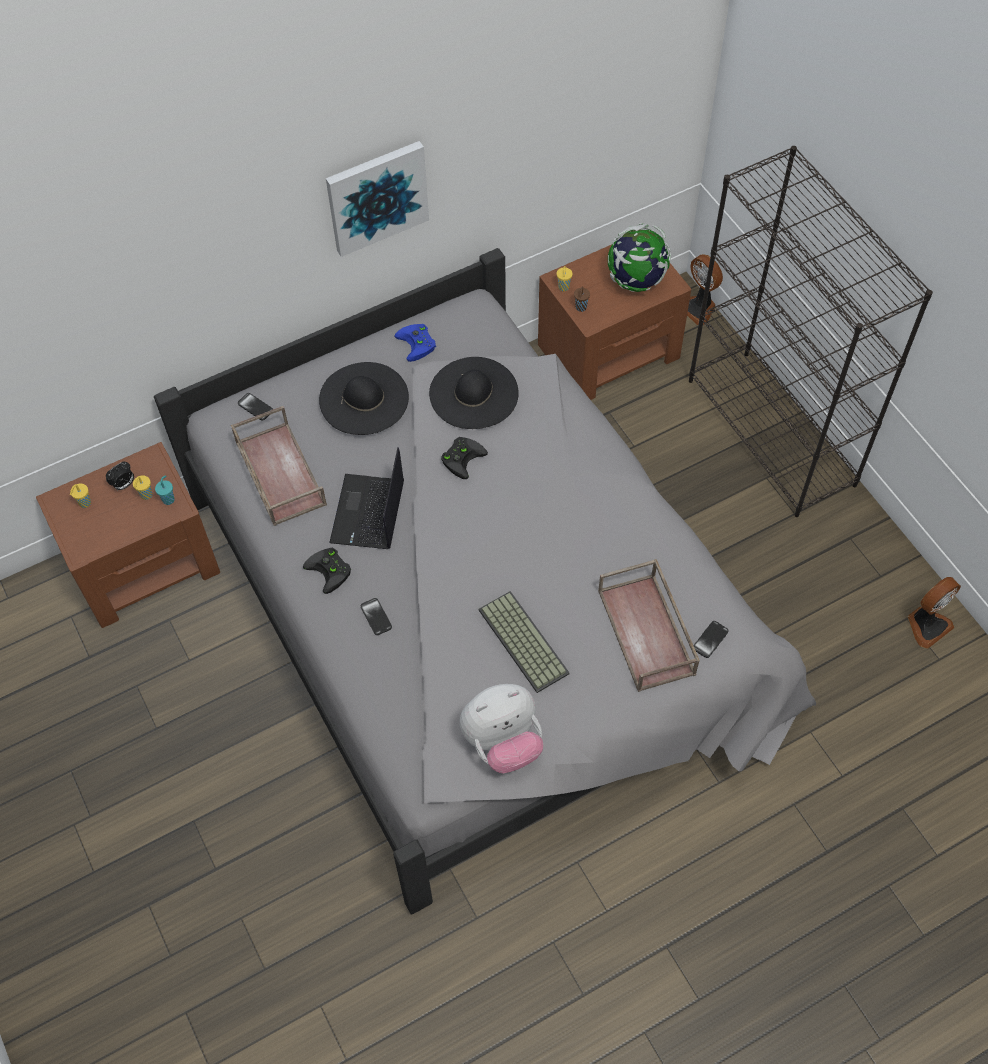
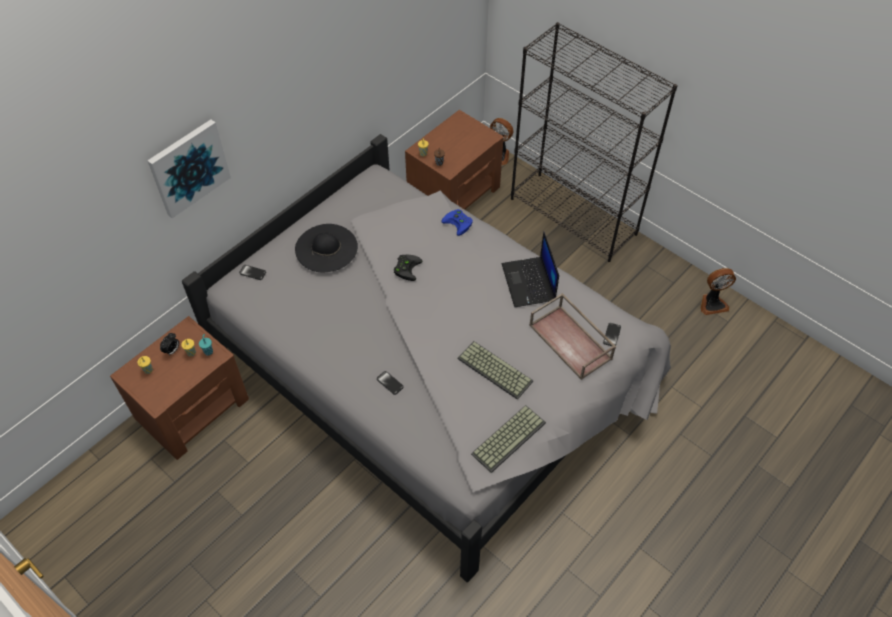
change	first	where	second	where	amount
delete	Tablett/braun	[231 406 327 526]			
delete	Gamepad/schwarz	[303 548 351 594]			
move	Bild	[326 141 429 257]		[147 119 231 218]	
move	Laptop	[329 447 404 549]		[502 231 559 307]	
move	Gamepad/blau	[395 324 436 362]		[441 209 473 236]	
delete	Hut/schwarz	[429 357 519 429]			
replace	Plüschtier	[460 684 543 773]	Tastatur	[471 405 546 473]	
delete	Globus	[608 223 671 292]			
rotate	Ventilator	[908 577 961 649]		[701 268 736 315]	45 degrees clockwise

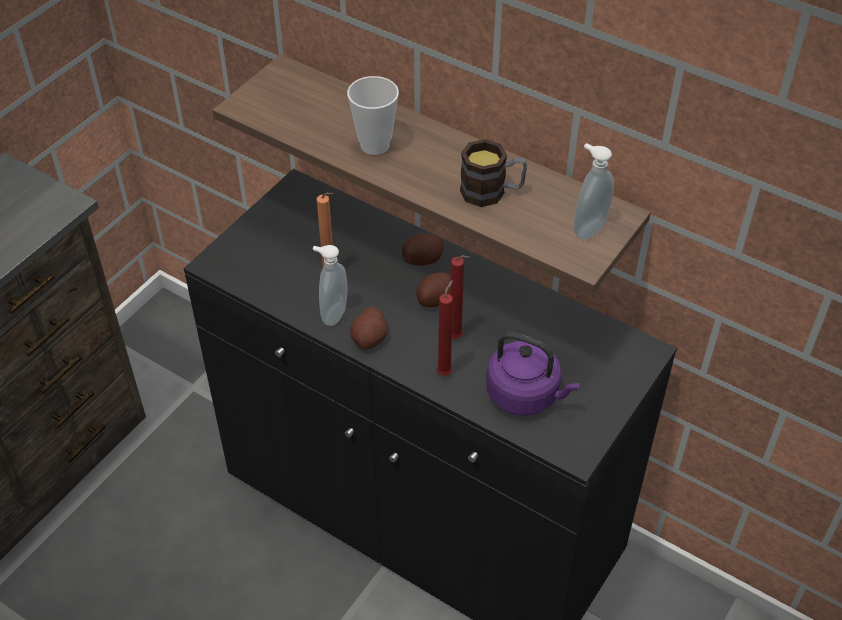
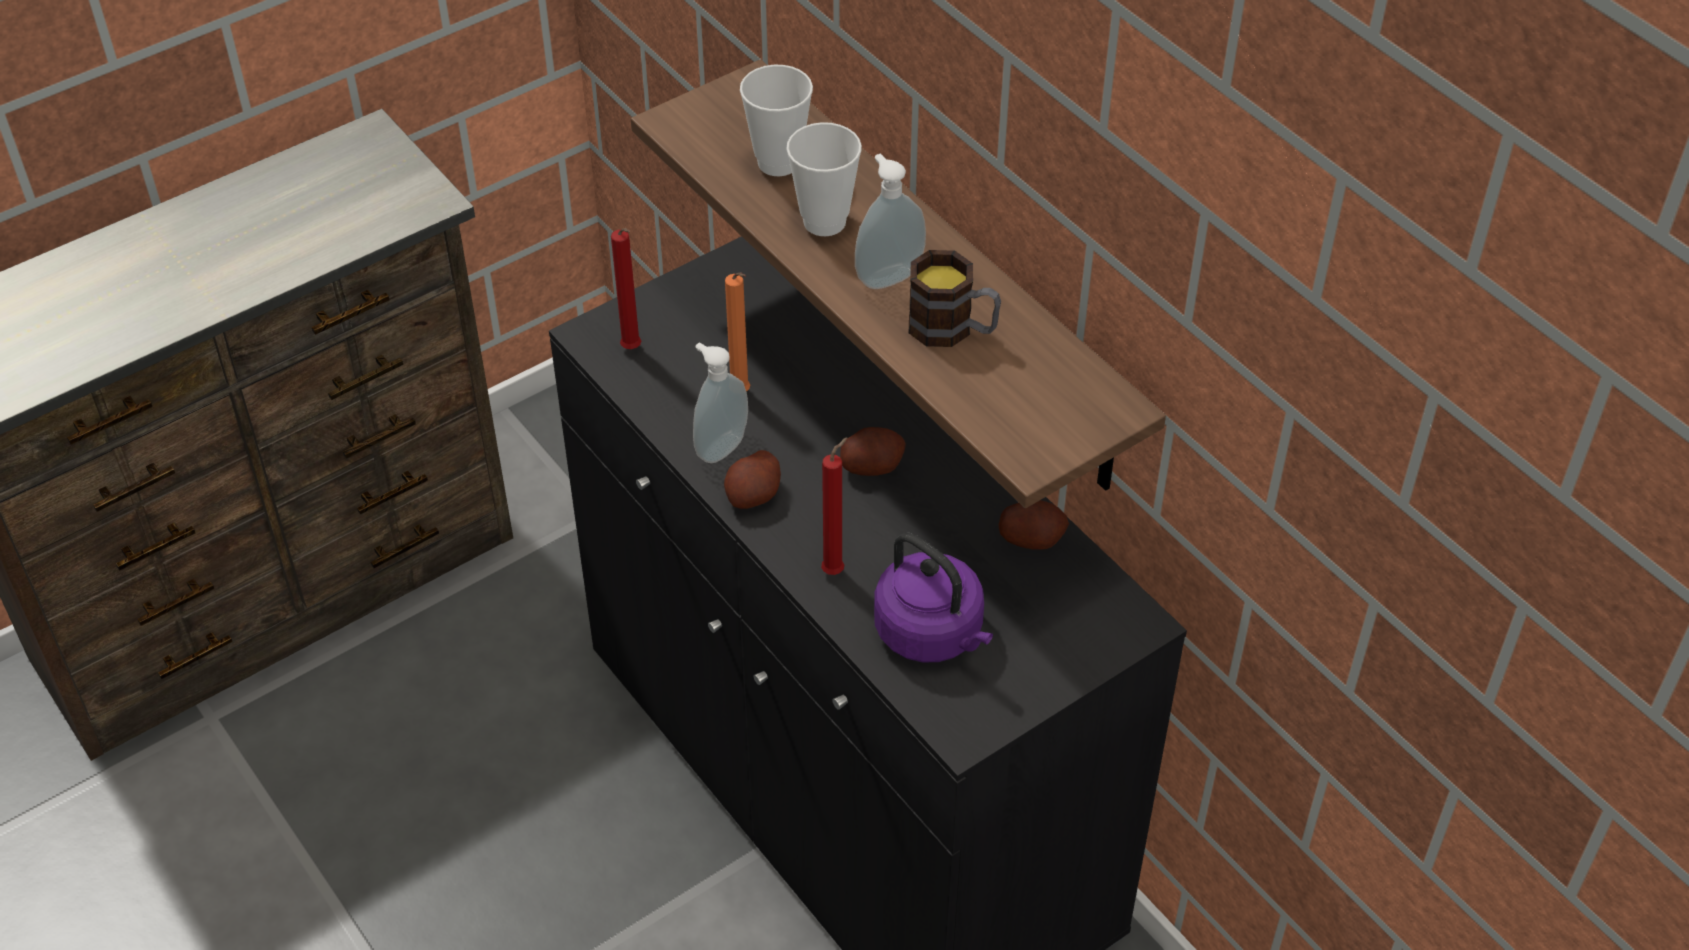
change	first	where	second	where	amount
move	Kartoffel	[402 234 444 266]		[999 500 1069 550]	
move	Kerze/rot	[450 255 470 339]		[611 228 641 349]	
move	Seifenspender	[574 143 614 240]		[855 154 926 289]	
insert			Tasse	[740 65 813 176]	

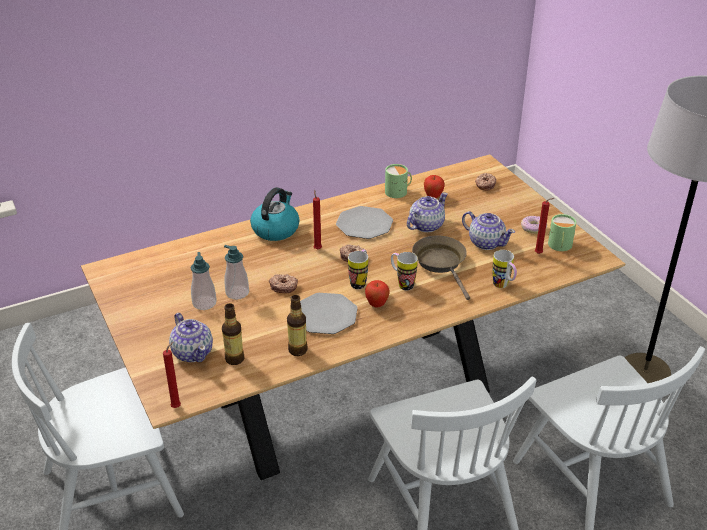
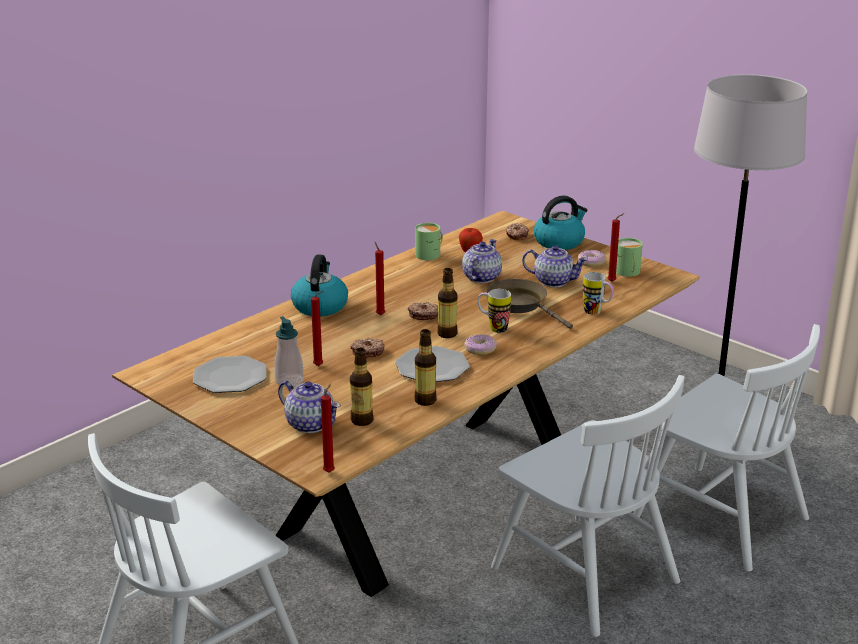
change	first	where	second	where	amount
replace	Seifenspender	[224 245 249 300]	Kerze/rot	[311 290 324 366]	
move	Teller	[336 206 393 239]		[193 356 267 393]	
replace	Henkelbecher	[348 250 368 289]	Flasche	[437 268 458 338]	
replace	Apfel	[365 280 390 308]	Donut	[464 334 497 355]	
insert			Wasserkessel	[534 196 587 250]	

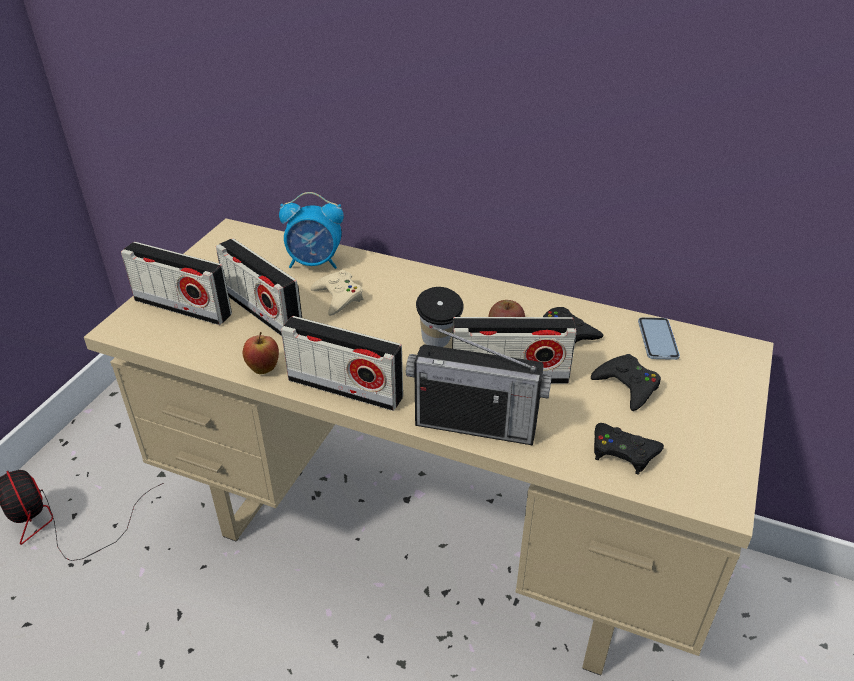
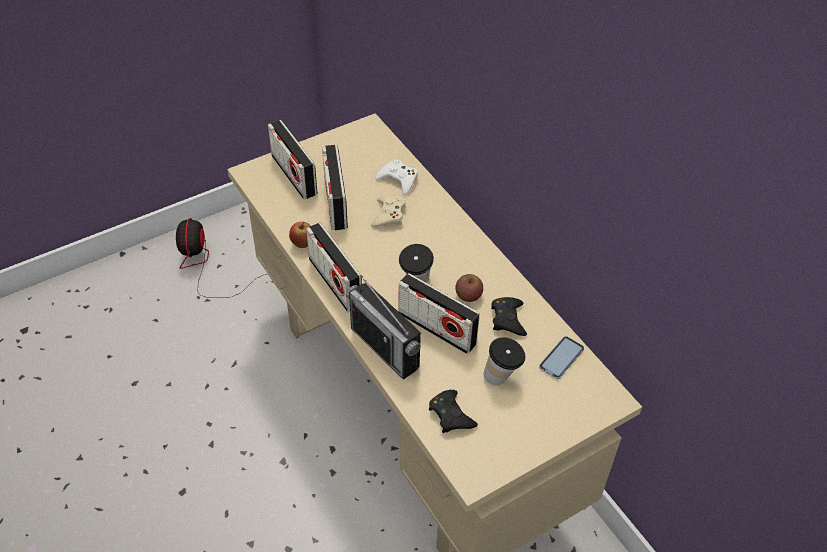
change	first	where	second	where	amount
replace	Wecker	[279 192 344 269]	Gamepad/weiß	[375 160 418 195]	
replace	Gamepad/schwarz	[591 354 661 411]	Tasse	[483 338 525 386]	

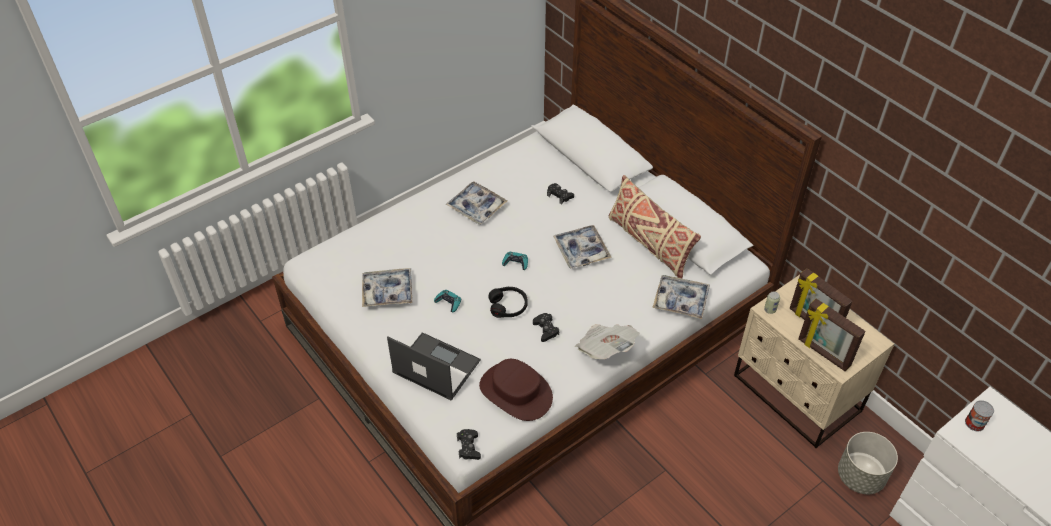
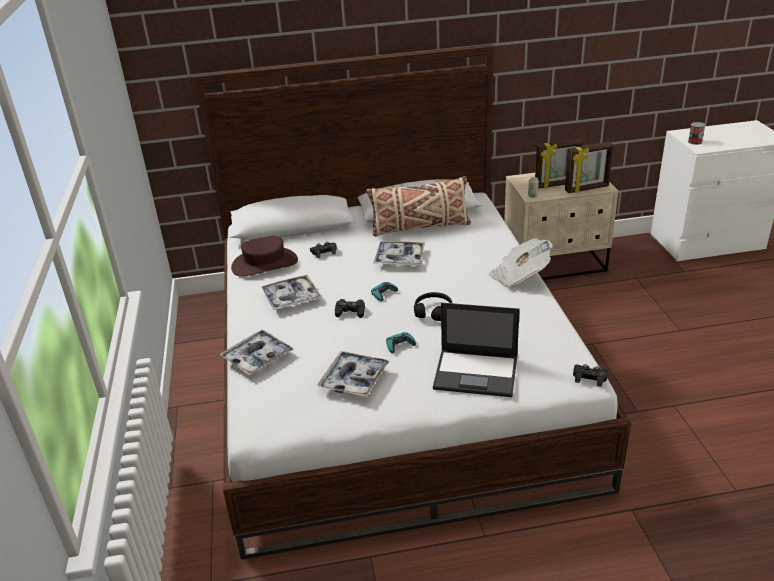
change	first	where	second	where	amount
rotate	Laptop	[387 332 481 401]		[433 303 520 397]	135 degrees counterclockwise
move	Hut/braun	[479 359 553 421]		[231 236 298 277]	
move	Gamepad/schwarz	[533 313 559 342]		[335 299 365 318]	
move	Tablett	[652 275 710 319]		[220 329 294 375]	
delete	Pflanzkübel/grau	[838 432 898 494]			

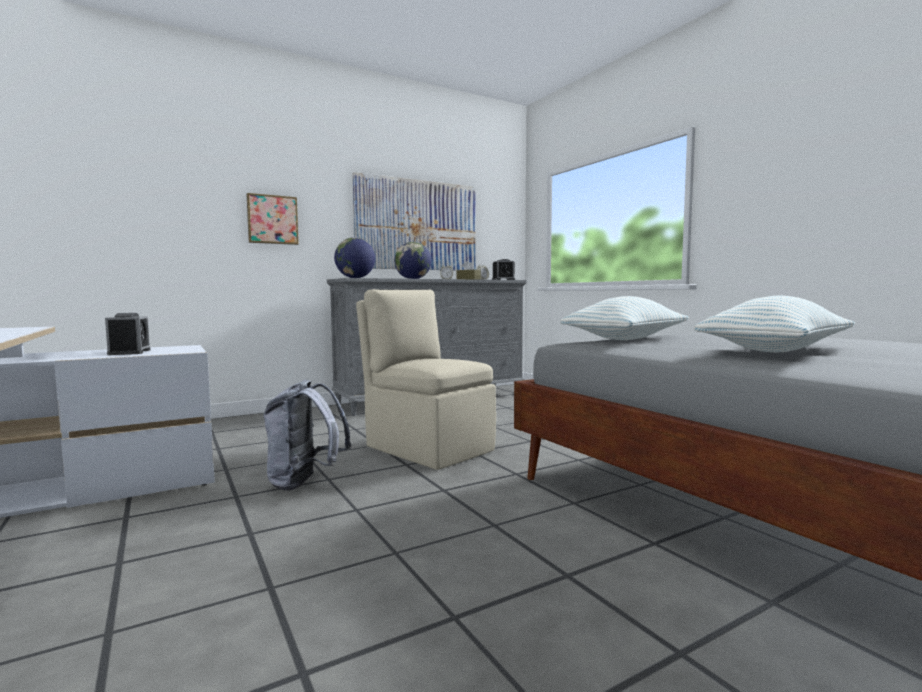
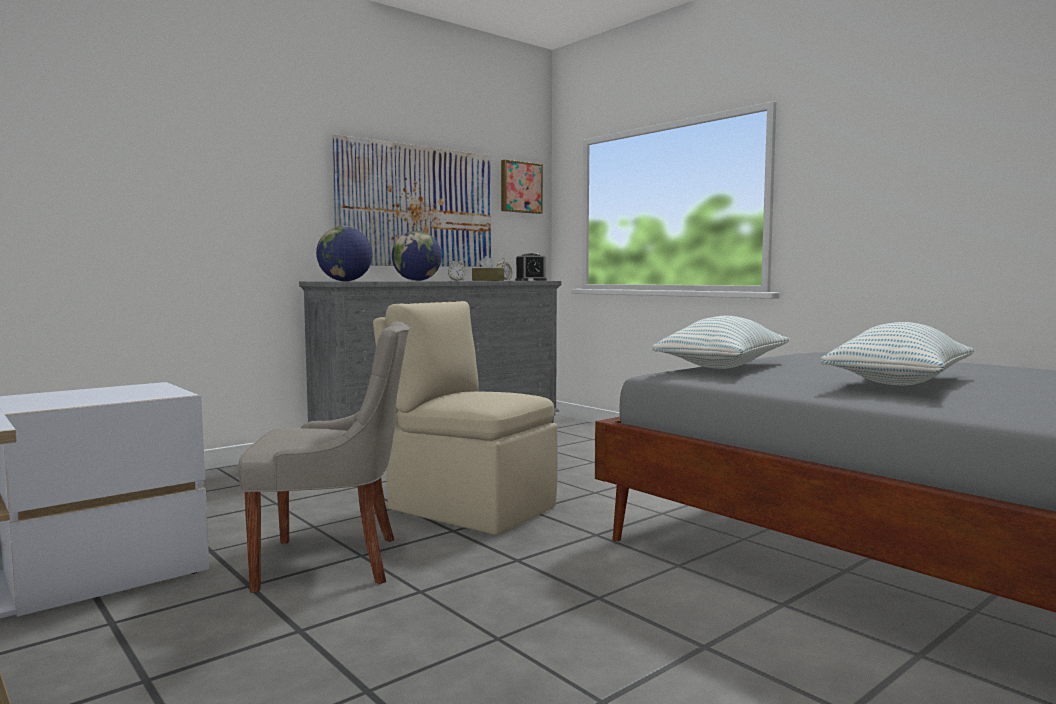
change	first	where	second	where	amount
delete	Wecker	[105 313 150 355]			
move	Bild	[247 193 299 245]		[501 160 543 214]	
replace	Rucksack/grau	[263 379 352 491]	Stuhl/grau	[238 321 410 593]	

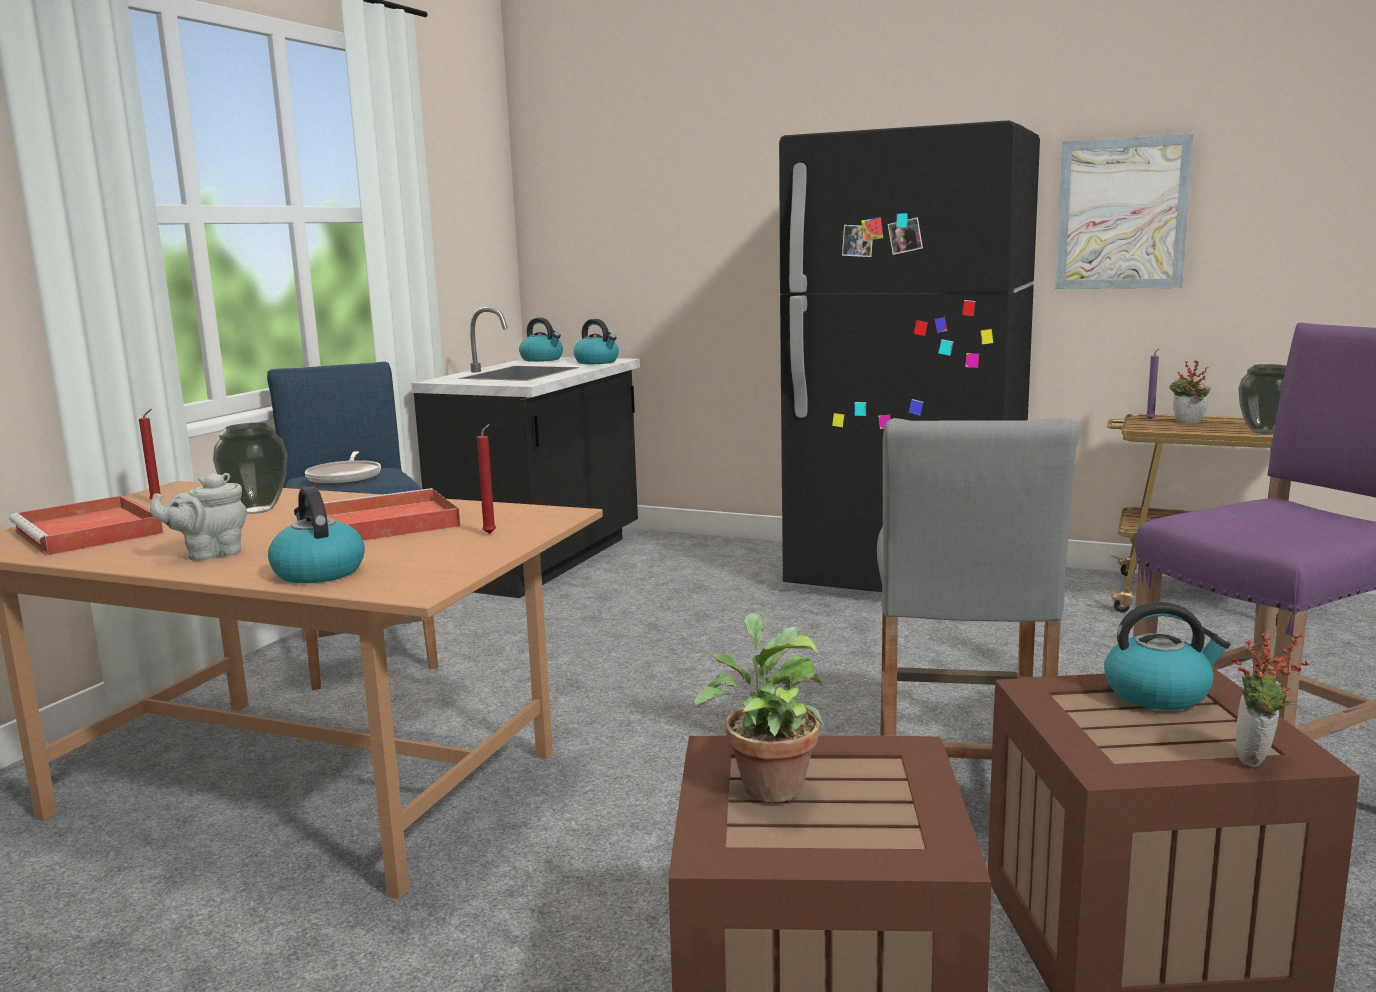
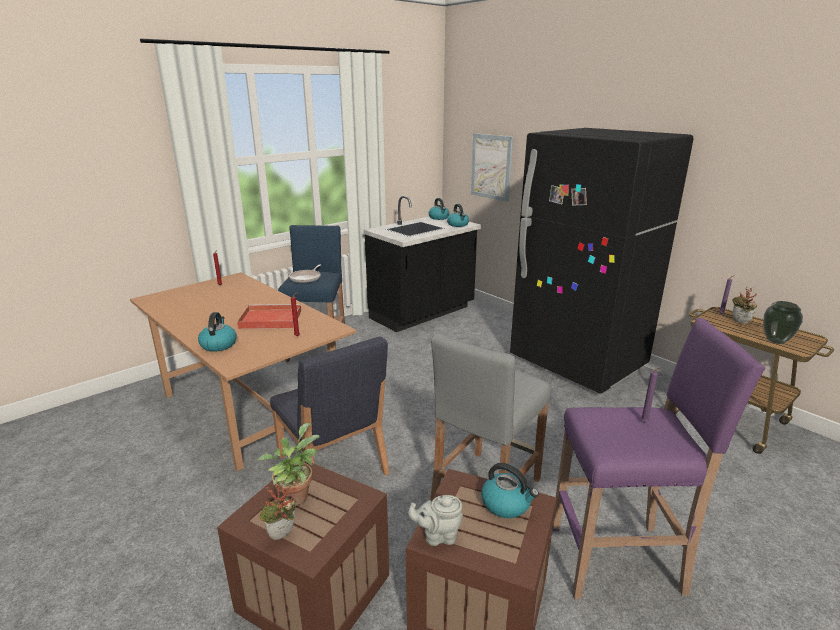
change	first	where	second	where	amount
delete	Tablett/rot	[9 496 163 556]			
move	Teekanne/grau	[150 473 247 561]		[408 495 463 546]	
delete	Vase	[213 423 287 514]			
move	Bild	[1055 134 1194 289]		[471 133 513 202]	
move	Topfpflanze	[1230 632 1309 767]		[259 485 296 540]	
insert			Stuhl/blau	[270 337 390 476]	
insert			Kerze/lila	[641 367 662 423]	

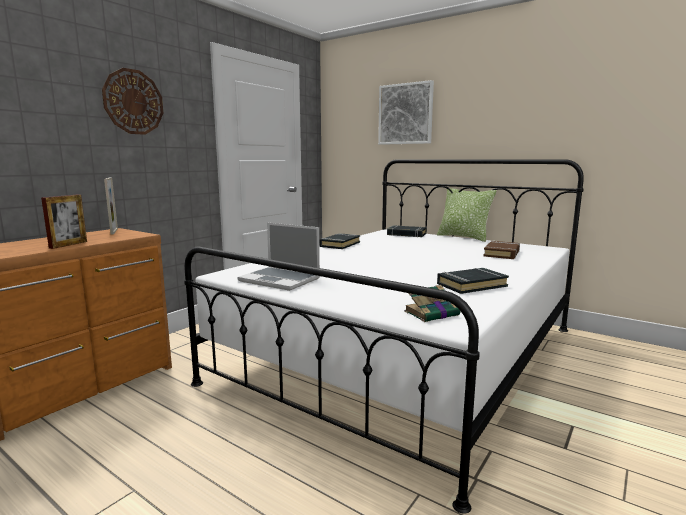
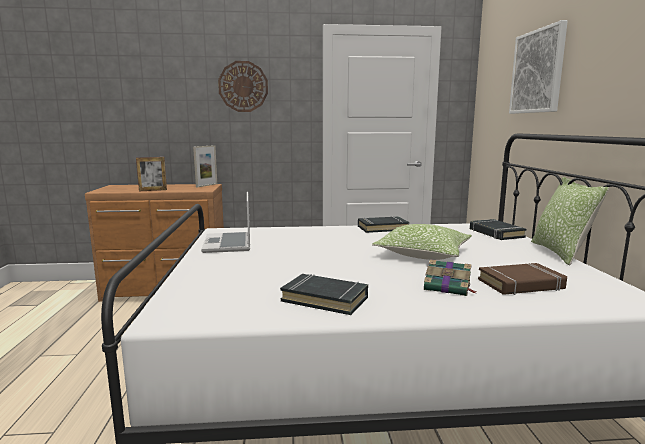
change	first	where	second	where	amount
move	Buch	[404 285 460 322]		[424 259 477 296]	
insert			Kissen	[372 224 472 260]	

